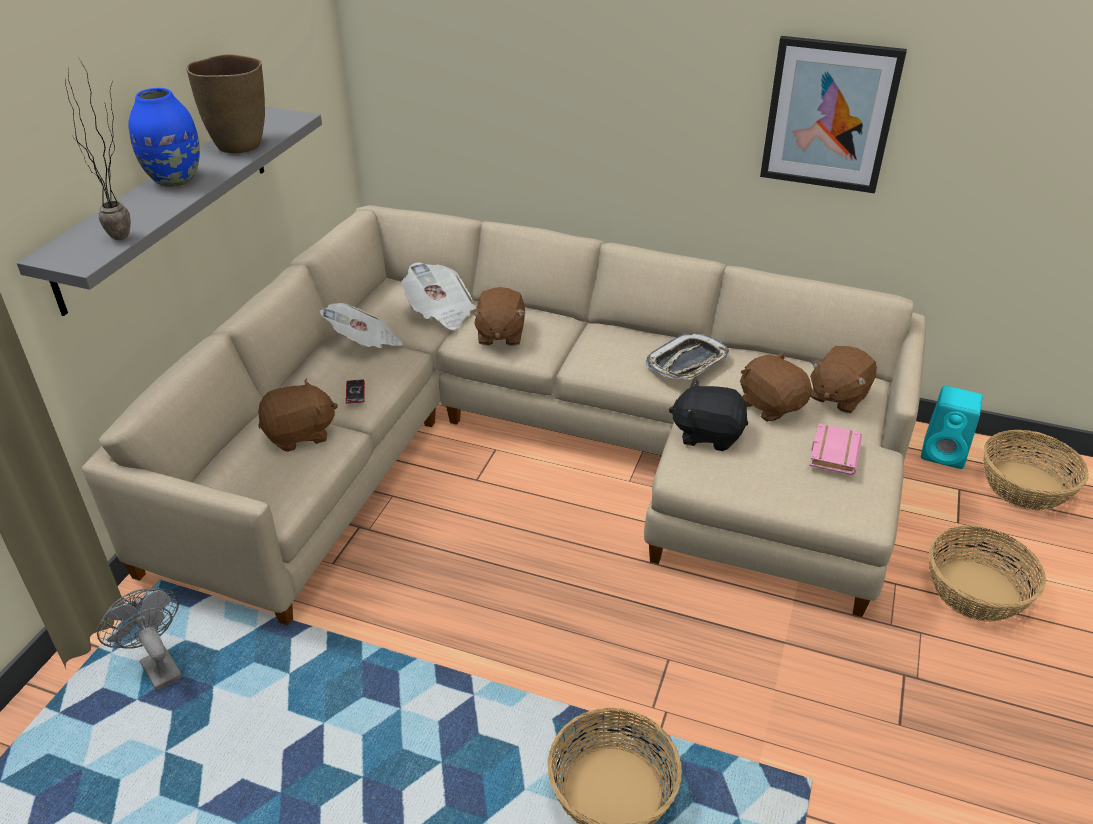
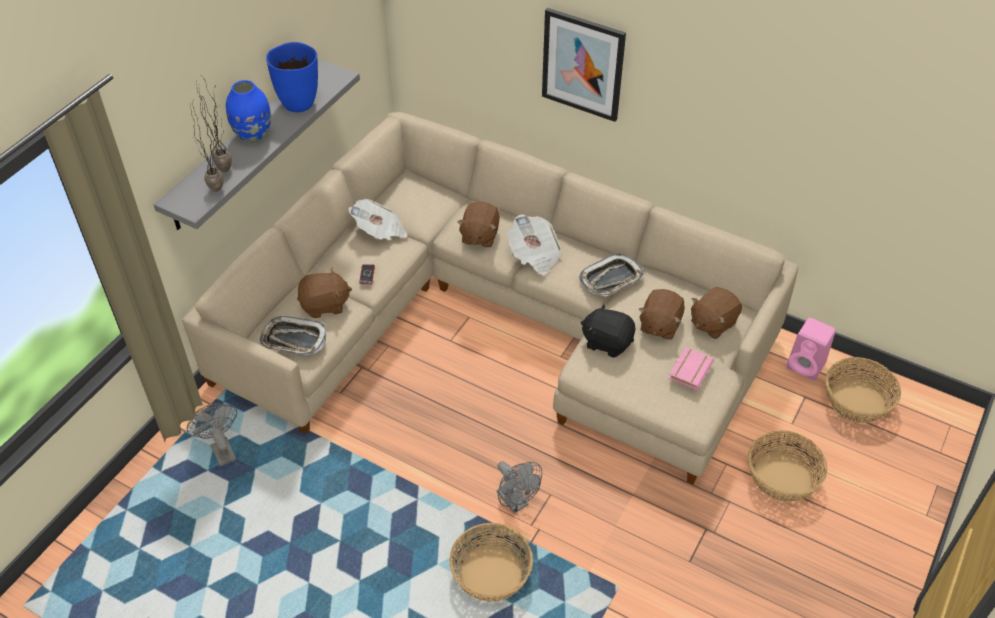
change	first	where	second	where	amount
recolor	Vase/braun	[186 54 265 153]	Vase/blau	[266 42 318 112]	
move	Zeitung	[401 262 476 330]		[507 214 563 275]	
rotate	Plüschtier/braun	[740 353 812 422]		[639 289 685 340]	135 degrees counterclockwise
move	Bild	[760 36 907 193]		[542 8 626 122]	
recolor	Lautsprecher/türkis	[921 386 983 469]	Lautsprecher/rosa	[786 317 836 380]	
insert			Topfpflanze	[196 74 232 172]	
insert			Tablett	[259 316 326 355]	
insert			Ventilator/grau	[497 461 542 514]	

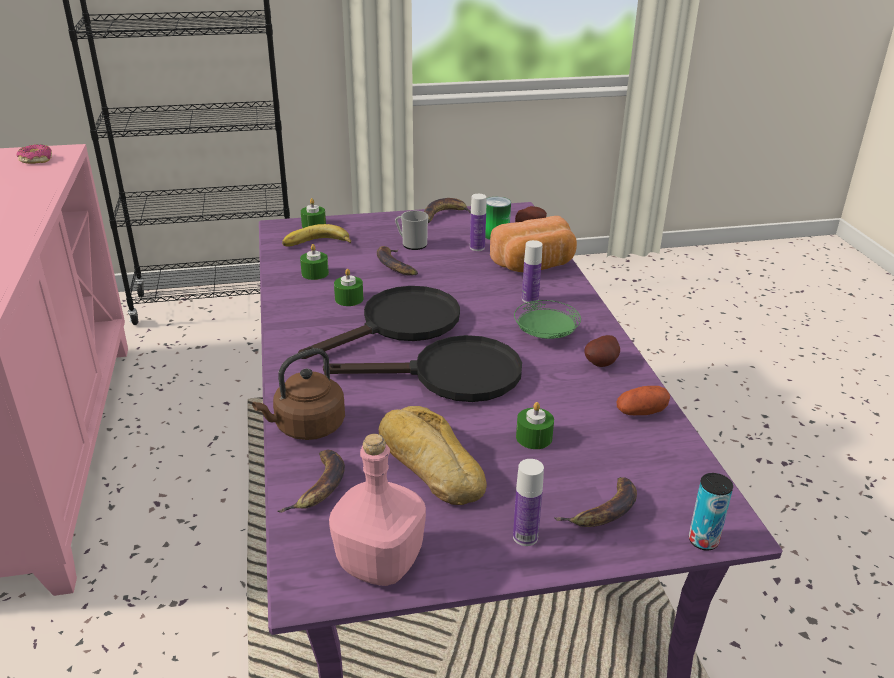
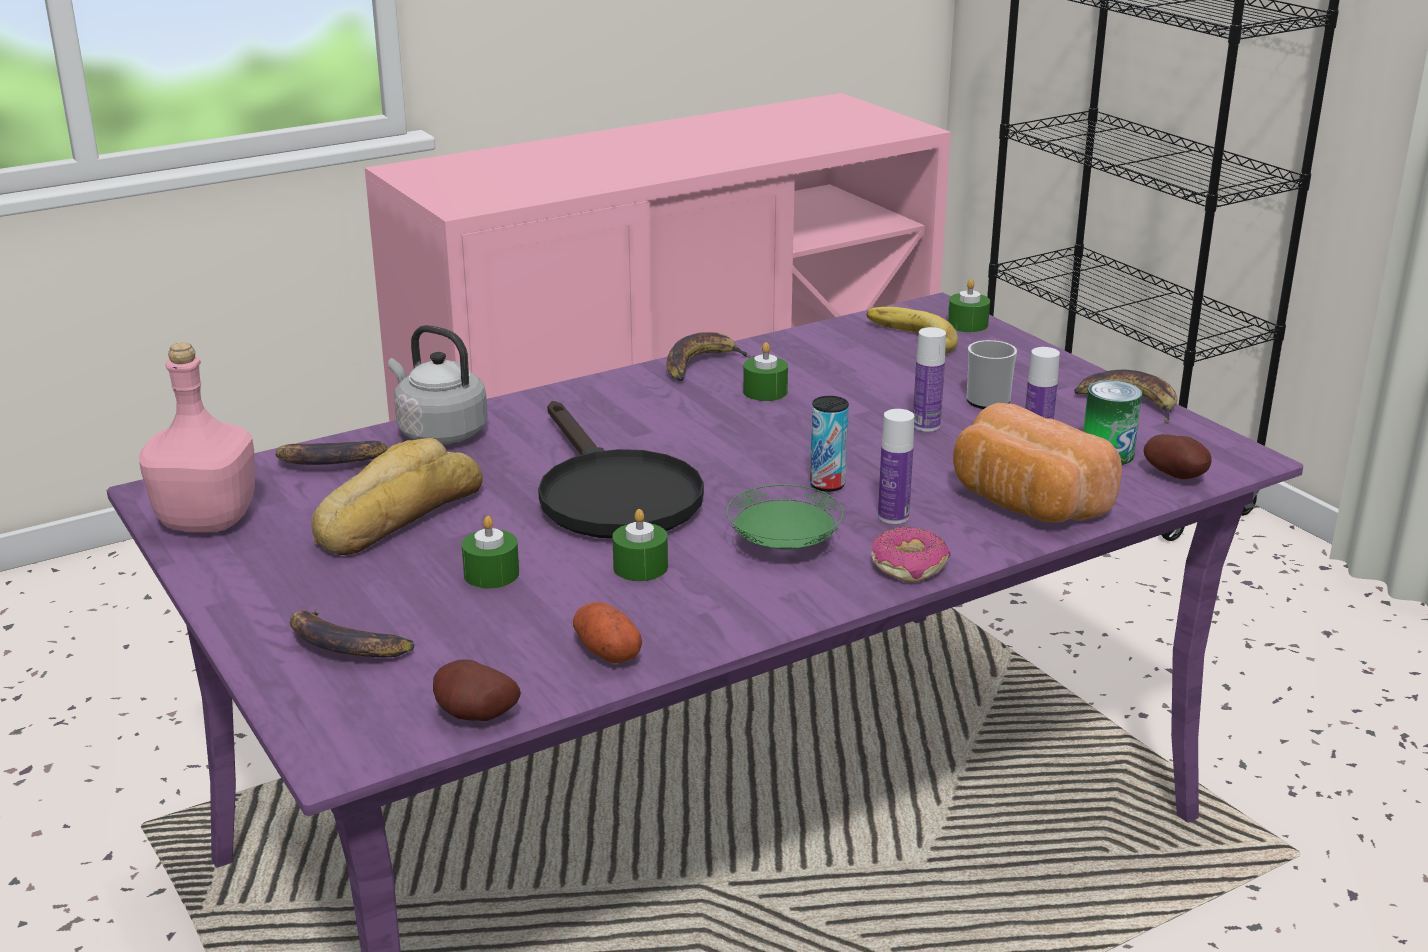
change	first	where	second	where	amount
move	Donut	[16 144 52 164]		[871 527 951 582]	
recolor	Wasserkessel/braun	[252 348 345 440]	Wasserkessel/grau	[388 325 488 444]	
delete	Pfanne/schwarz	[298 286 460 359]			
move	Kerze/grün	[300 244 329 280]		[612 509 668 581]	
move	Banane	[377 246 418 275]		[666 332 754 381]	
move	Flasche	[513 459 544 546]		[913 327 946 432]	
move	Kartoffel	[584 335 620 367]		[433 660 521 721]	
move	Dose	[689 473 733 551]		[810 396 849 492]	

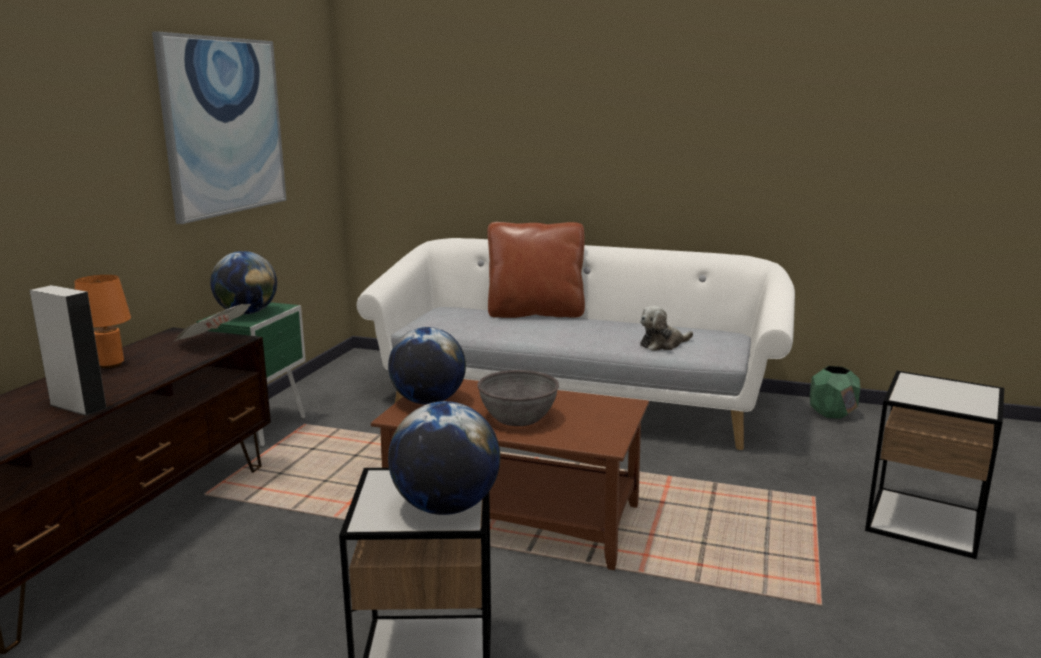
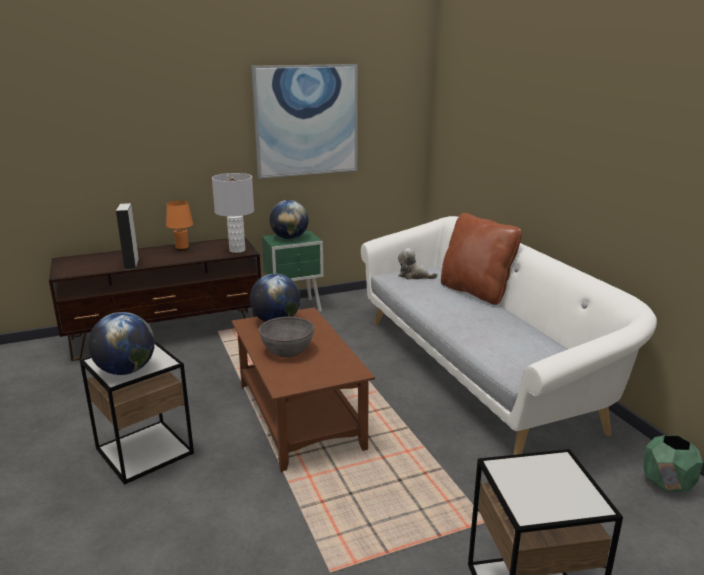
change	first	where	second	where	amount
replace	Zeitung	[174 304 251 341]	Tischlampe/grau	[212 173 254 253]	
move	Plüschtier	[640 306 693 351]		[398 248 438 280]	

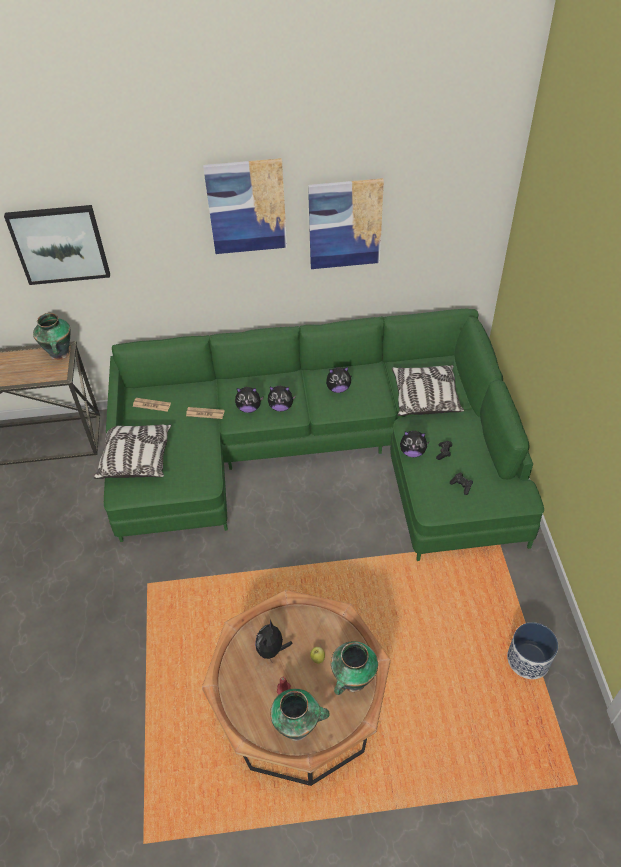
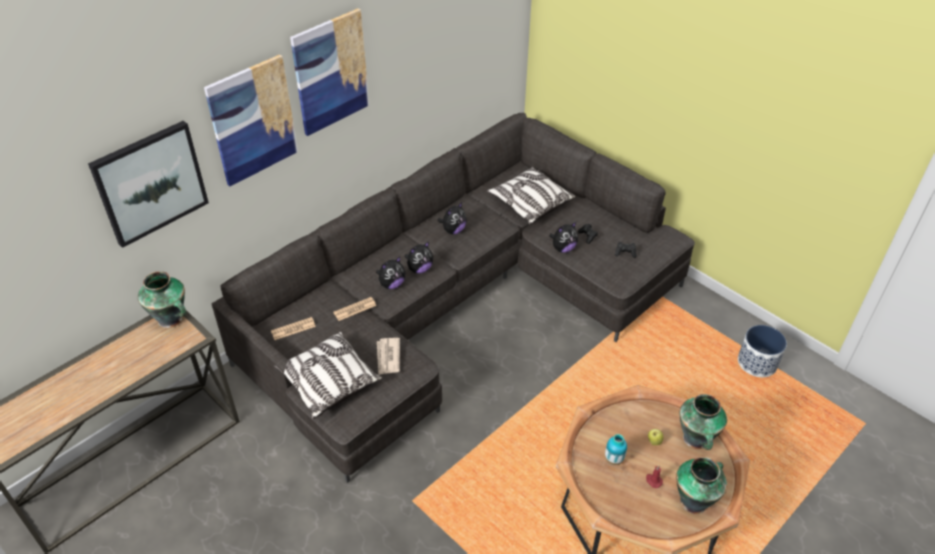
change	first	where	second	where	amount
recolor	Sofa/grün	[104 308 544 561]	Sofa/grau	[212 113 695 483]	
replace	Plüschtier	[255 620 292 663]	Vase	[605 434 627 465]	
move	Bild	[308 178 384 269]		[204 54 298 186]	
insert			Zeitung	[377 338 400 375]	

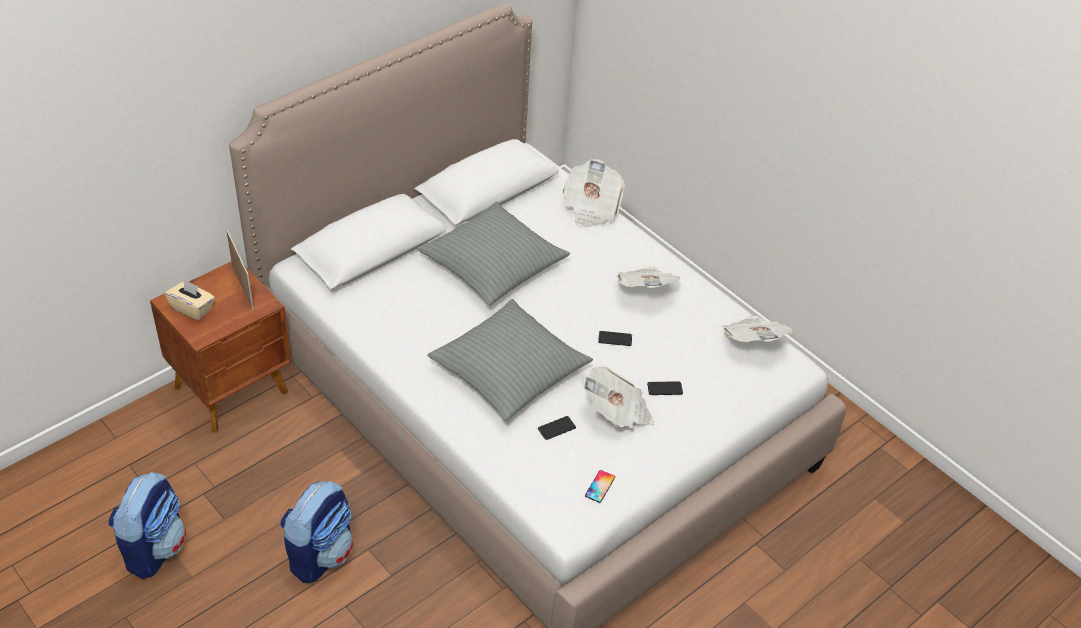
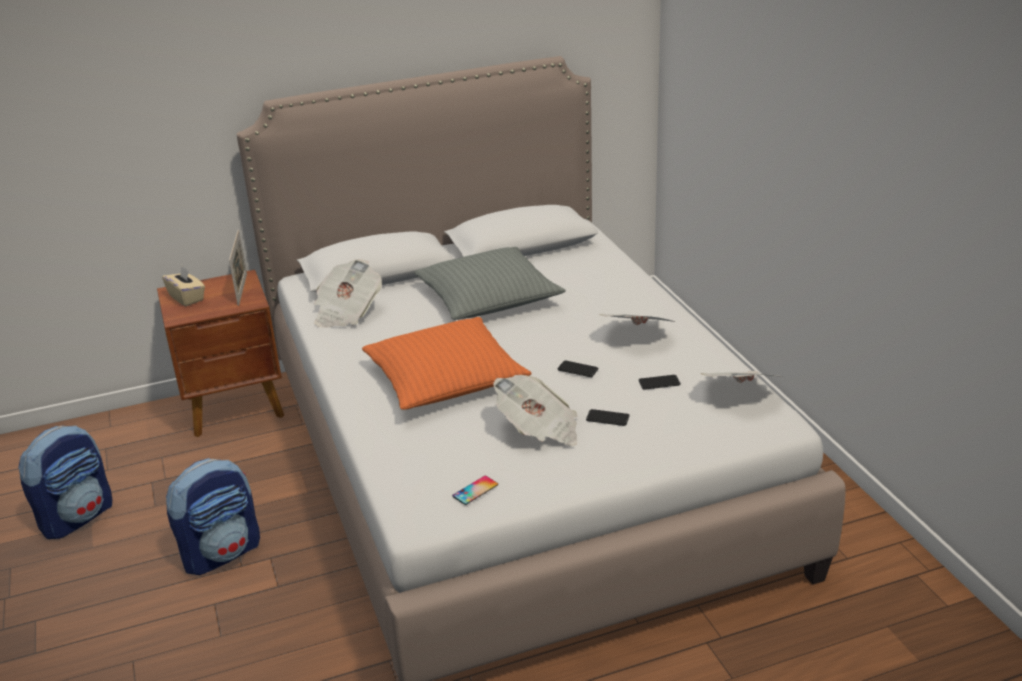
change	first	where	second	where	amount
recolor	Kissen/grau	[428 299 593 421]	Kissen/orange	[362 317 532 410]	
move	Handy	[538 416 576 440]		[639 375 681 390]	
move	Zeitung	[563 159 625 228]		[314 259 382 328]	

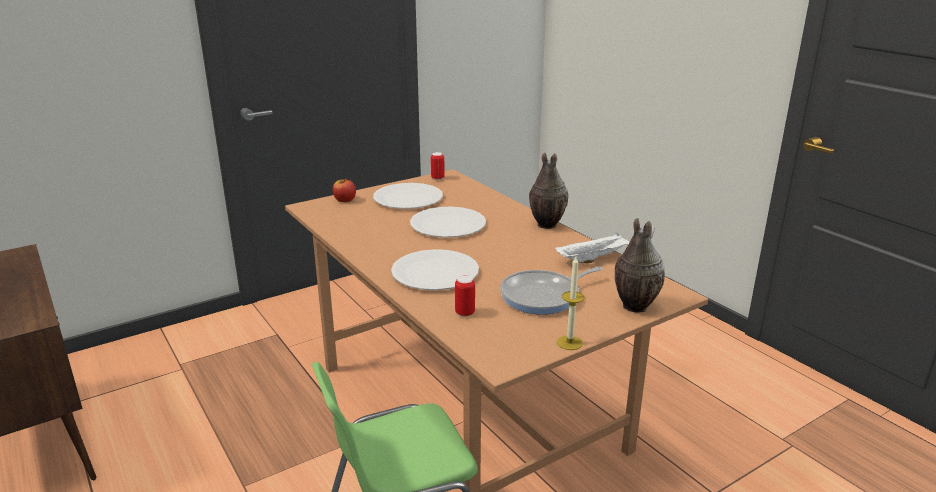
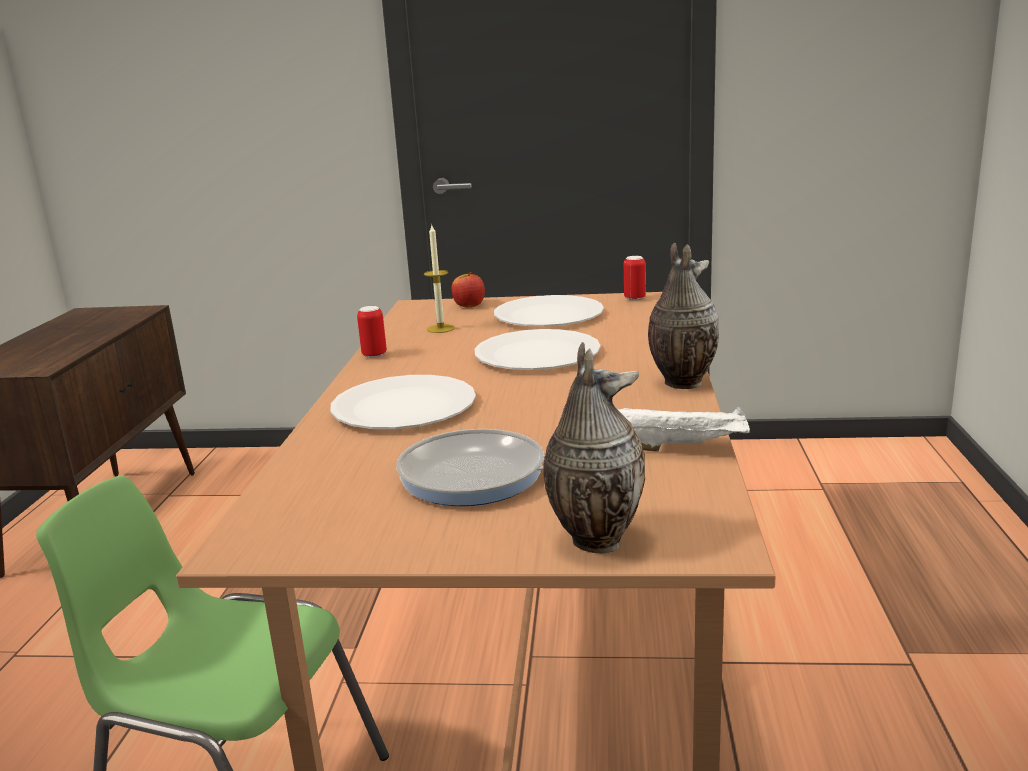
change	first	where	second	where	amount
move	Dose	[455 276 475 317]		[357 306 387 358]	
move	Kerze	[557 257 584 350]		[424 225 455 333]	

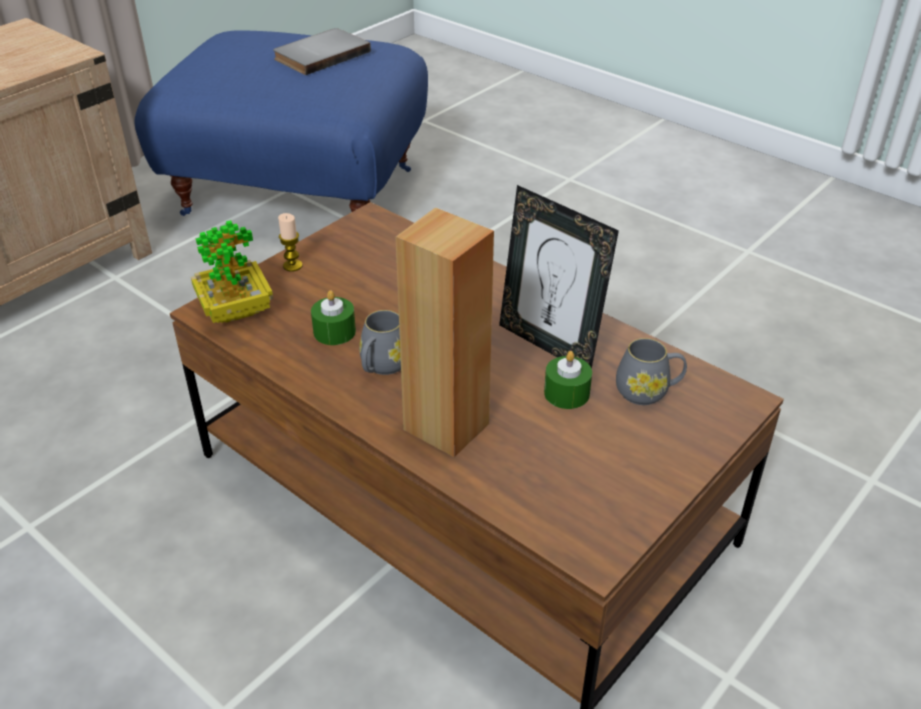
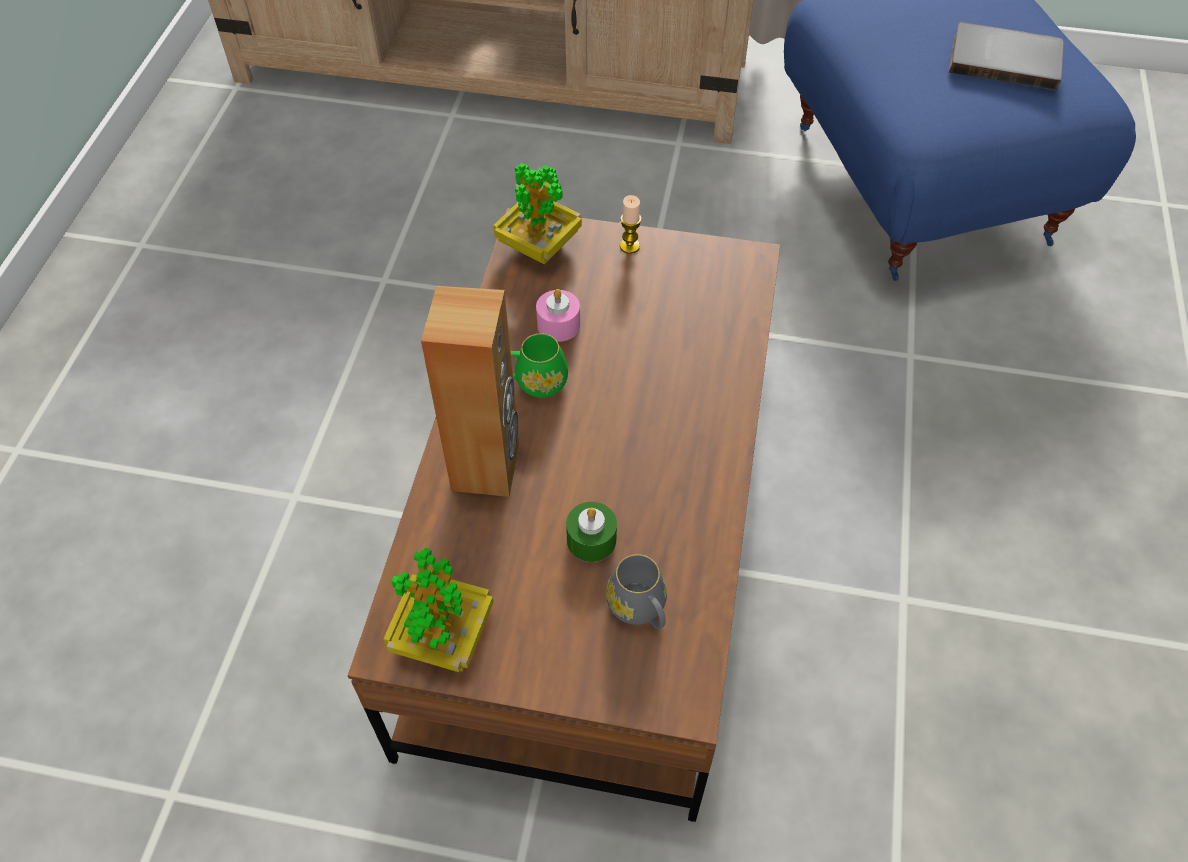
change	first	where	second	where	amount
recolor	Kerze/grün	[311 290 356 345]	Kerze/rosa	[536 289 580 342]	
recolor	Henkelbecher/grau	[359 310 401 375]	Henkelbecher/grün	[511 333 568 398]	
delete	Bilderrahmen	[499 185 619 368]			
insert			Topfpflanze	[383 548 493 672]	

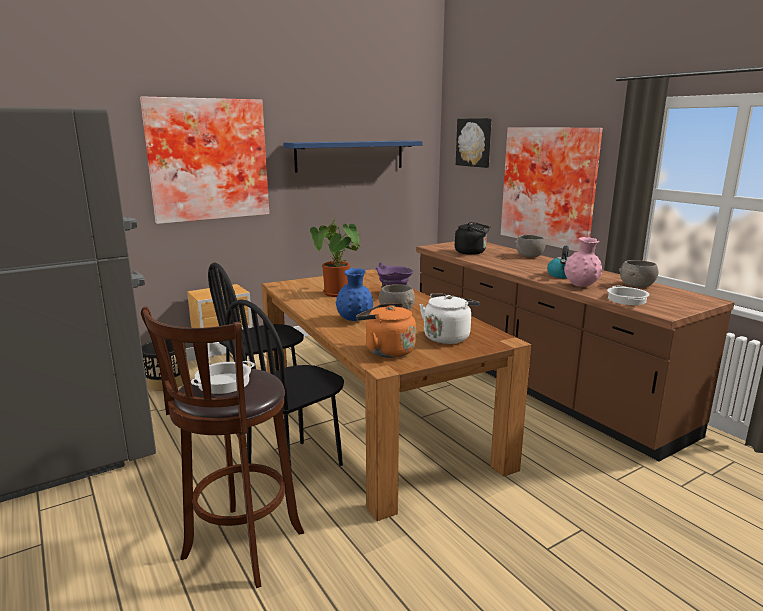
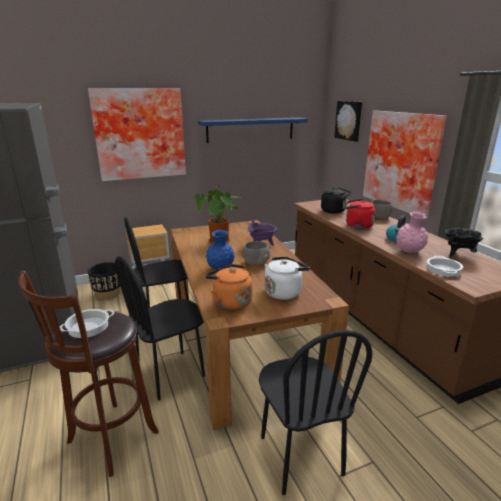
change	first	where	second	where	amount
replace	Schüssel/grau	[619 260 658 288]	Kochtopf/schwarz	[445 228 483 258]	
insert			Stuhl/schwarz	[259 330 372 495]	
insert			Wasserkessel/rot	[344 199 376 229]	

